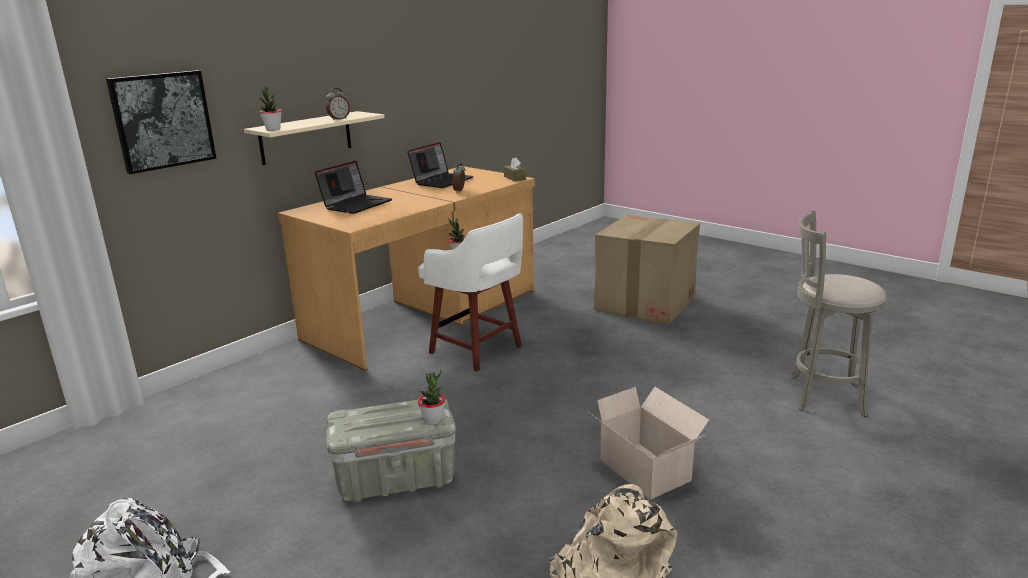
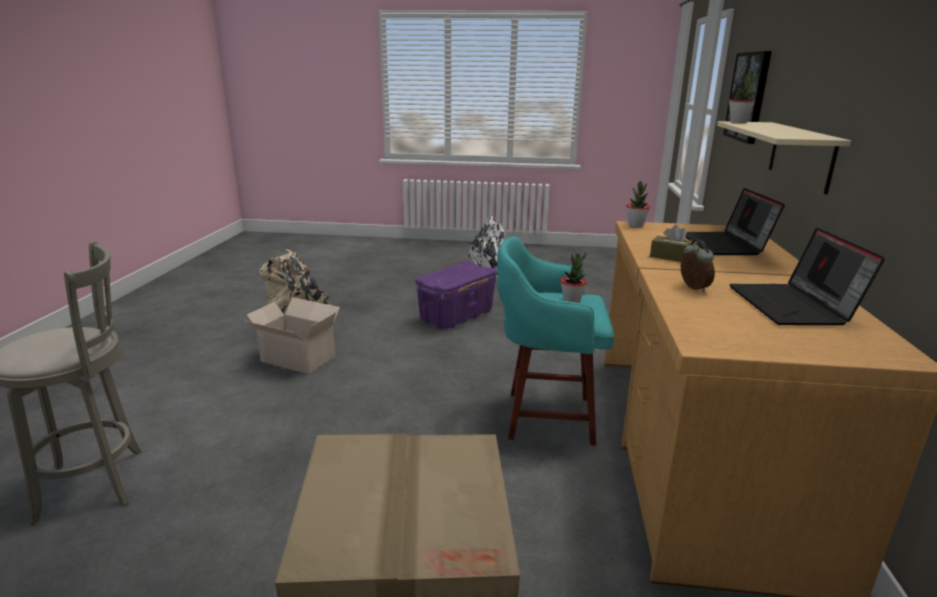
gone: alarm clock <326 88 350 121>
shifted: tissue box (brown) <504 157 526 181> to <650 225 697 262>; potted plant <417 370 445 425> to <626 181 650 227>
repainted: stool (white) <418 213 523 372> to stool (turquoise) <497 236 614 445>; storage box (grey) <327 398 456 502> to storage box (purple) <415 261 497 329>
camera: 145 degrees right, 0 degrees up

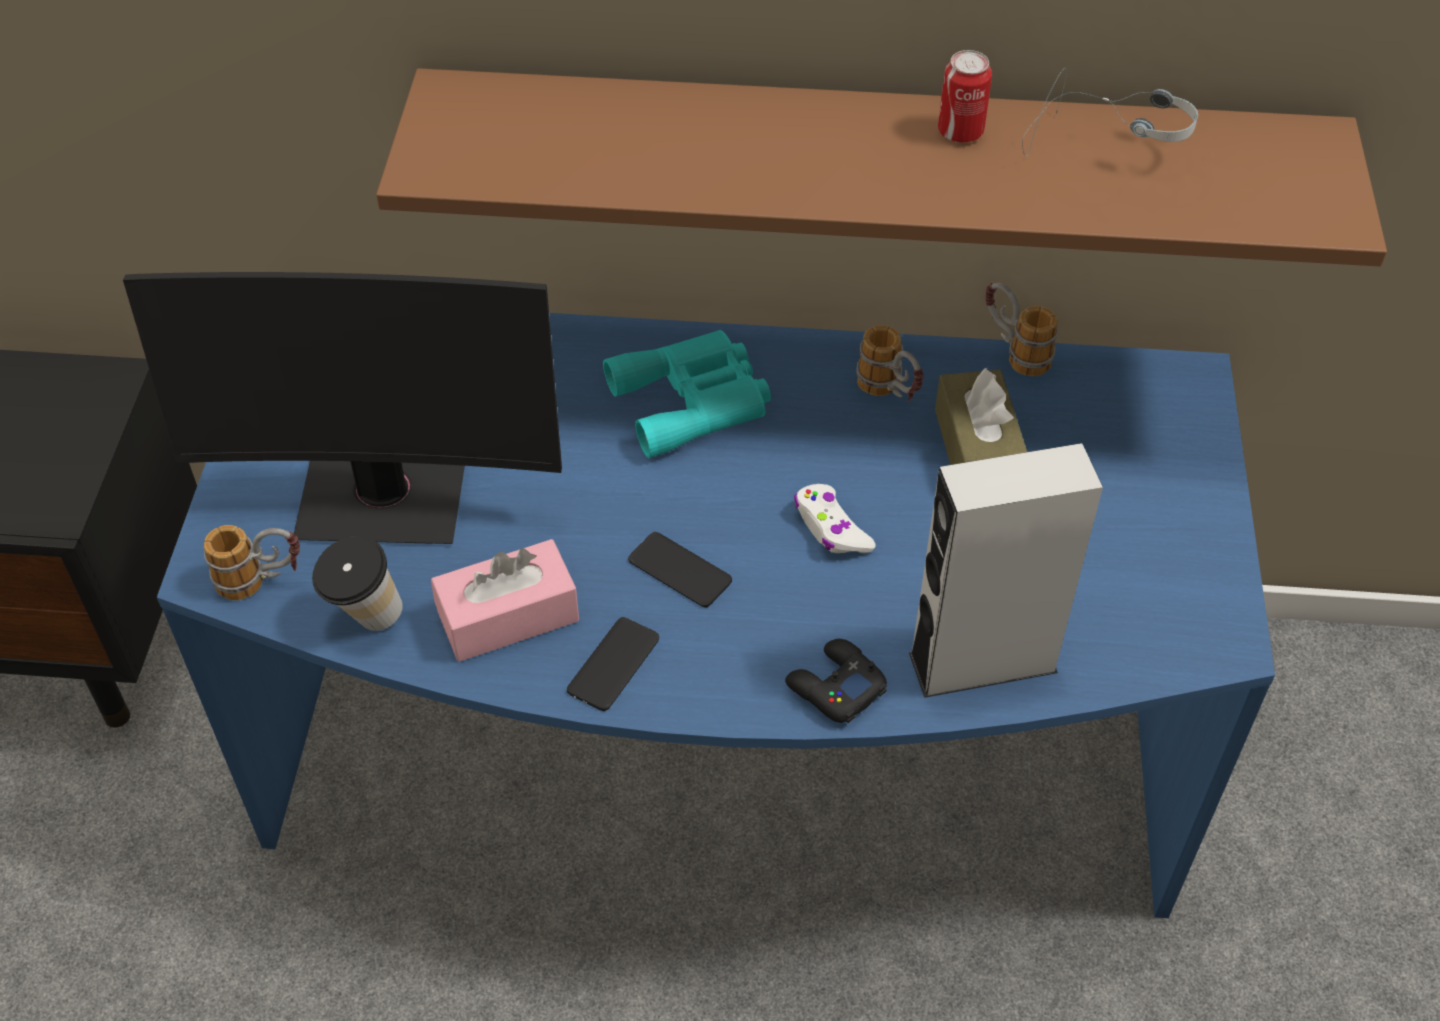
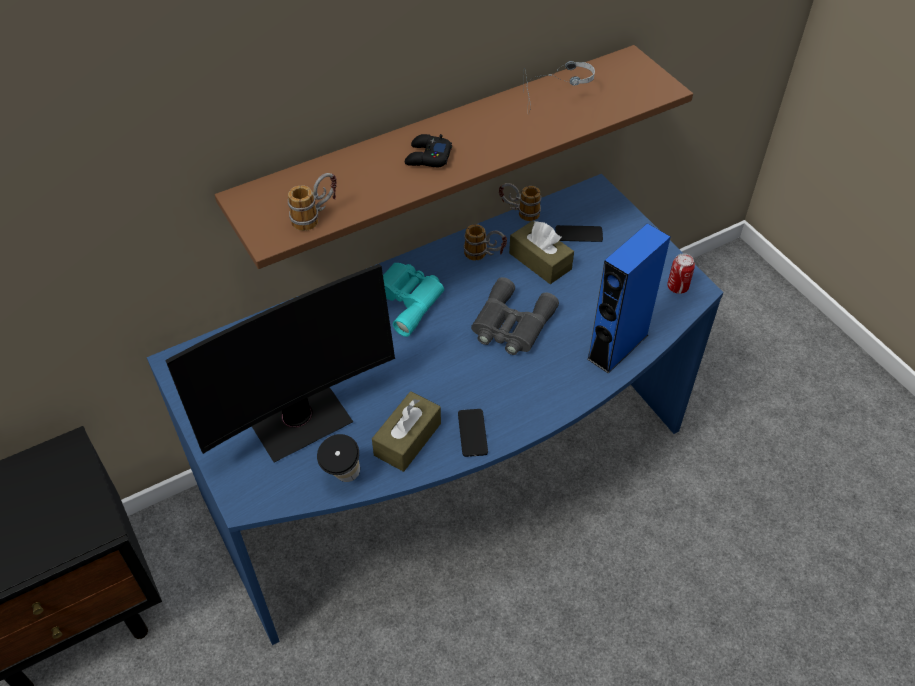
shifted: can <938 50 992 143> to <667 253 695 294>; mug <204 525 300 600> to <288 173 337 231>; phone <628 532 732 607> to <555 225 603 242>; game controller (black) <785 639 887 723> to <405 134 452 167>
swapped: game controller (white) <794 484 876 553> to binoculars (grey) <471 277 559 355>
repainted: speaker (grey) <909 443 1103 698> to speaker (blue) <587 223 670 374>; tissue box (pink) <431 539 579 662> to tissue box (brown) <372 391 441 472>
camera: 35 degrees left, 0 degrees up

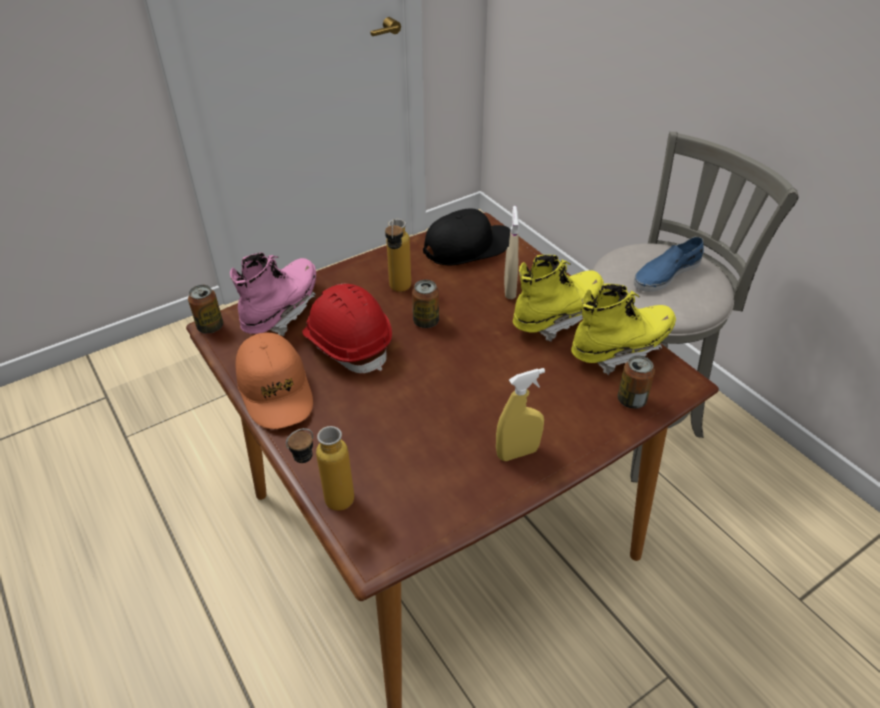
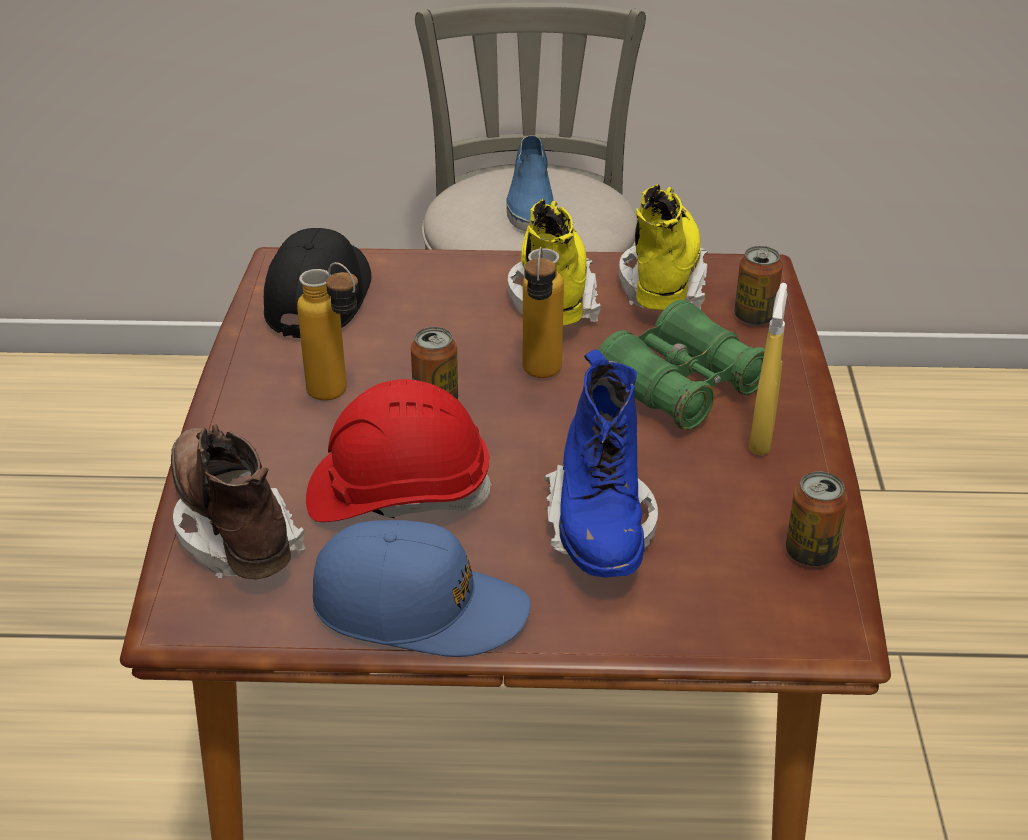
gone: spray bottle (beige) <504 206 519 299>
new: binoculars (green) <599 300 765 430>; boot (blue) <545 349 658 578>
shifted: can <188 285 223 334> to <786 472 848 566>; bottle <286 426 354 511> to <523 247 564 378>
repainted: boot (pink) <230 252 316 336> to boot (brown) <171 425 306 579>; cap (orange) <235 333 313 429> to cap (blue) <313 520 531 657>
camera: 55 degrees left, 5 degrees down

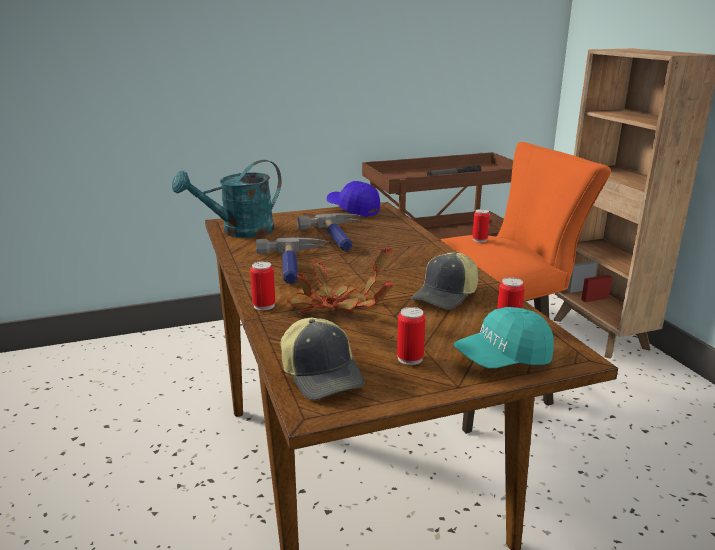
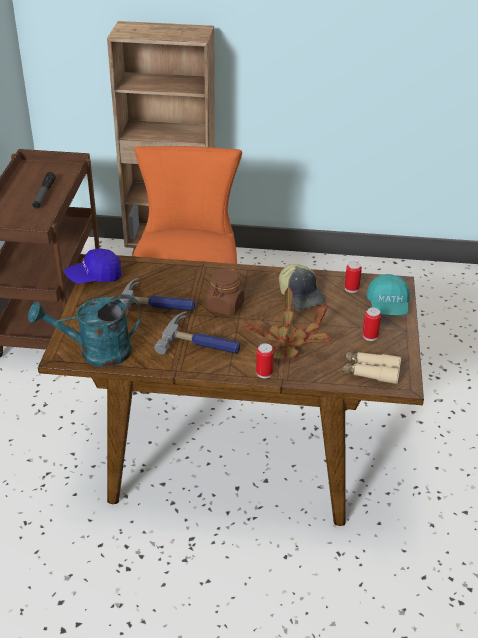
gone: can <472 209 490 242>
new: jar (brown) <206 267 244 316>
swapped: cap <280 318 364 400> to binoculars (beige) <342 351 401 384>
rotated: watering can (turquoise) <172 160 281 238> = <28 294 141 367> 90 degrees clockwise
camera: 65 degrees left, 15 degrees up

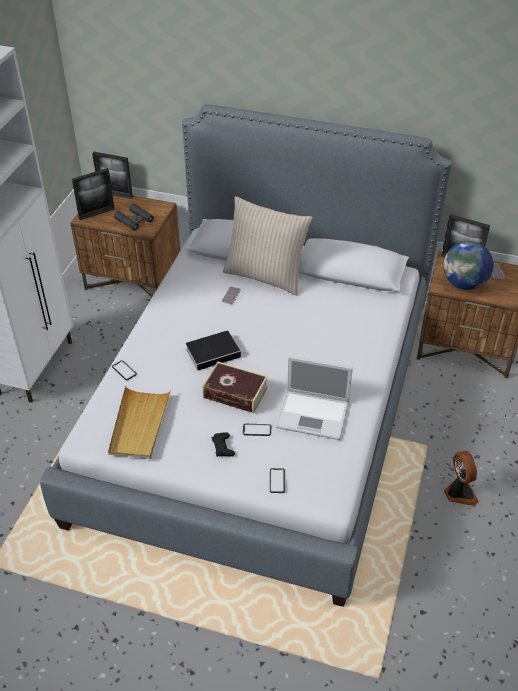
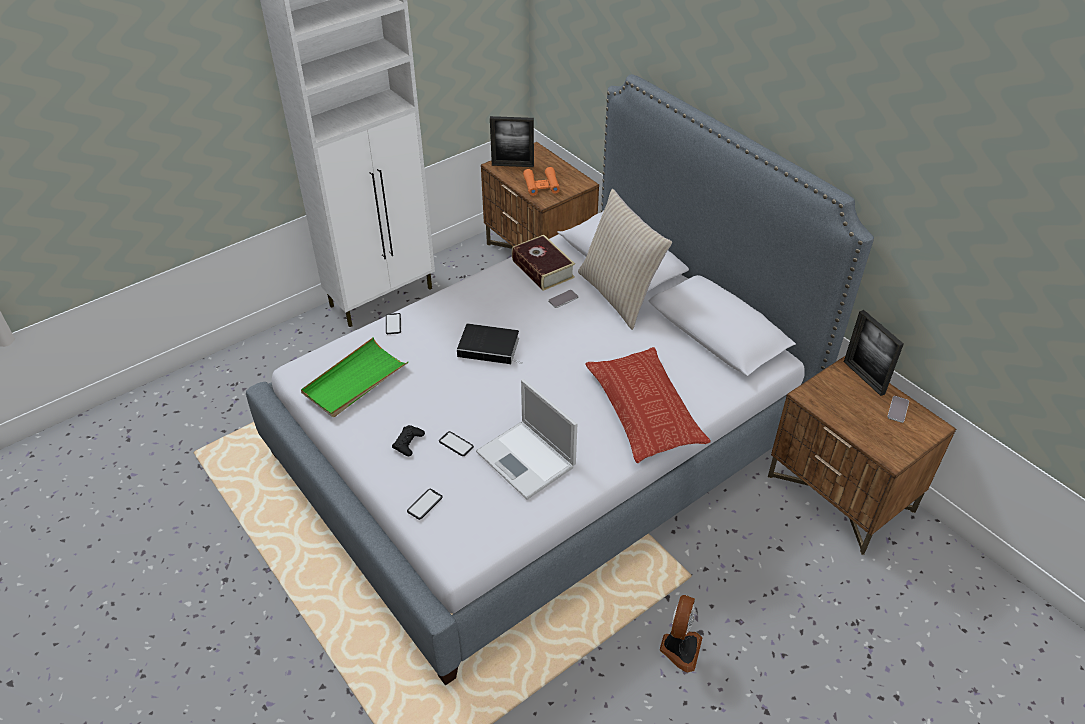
gone: picture frame <92 152 133 199>; globe <443 241 493 290>
new: pillow <585 347 711 463>
shifted: book <202 362 268 413> to <512 235 575 291>
repainted: binoculars (black) <114 203 154 231> to binoculars (orange) <523 167 560 196>; tray (beige) <108 386 171 459> to tray (green) <301 337 408 417>
camera: 35 degrees right, 0 degrees up

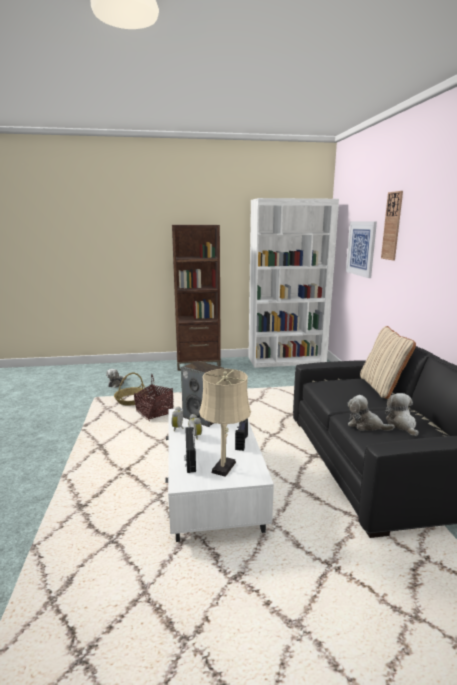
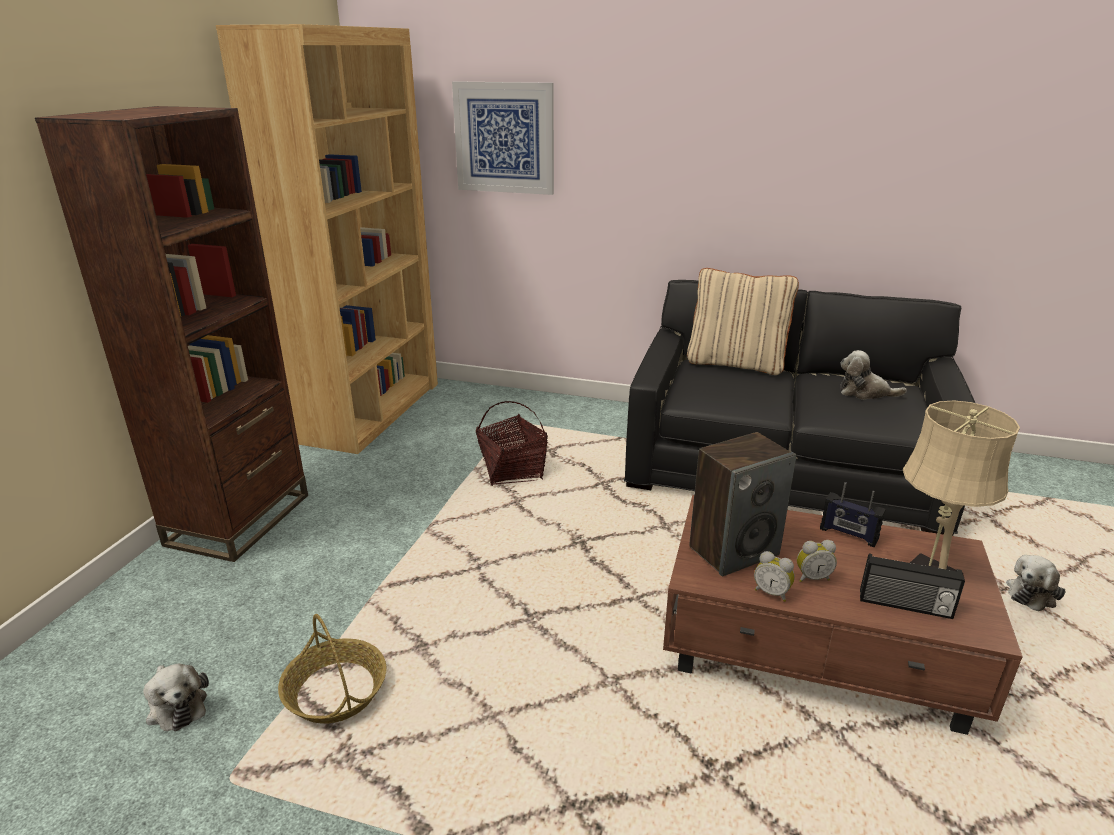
gone: wall clock <381 191 403 261>
shifted: basket <134 374 173 421> to <476 401 548 486>; plush toy <348 395 395 431> to <1006 555 1066 611>
repainted: bookcase (white) <248 198 339 368> to bookcase (brown) <216 24 438 454>; coffee table (white) <165 408 274 542> to coffee table (brown) <663 495 1023 735>
camera: 65 degrees left, 10 degrees up

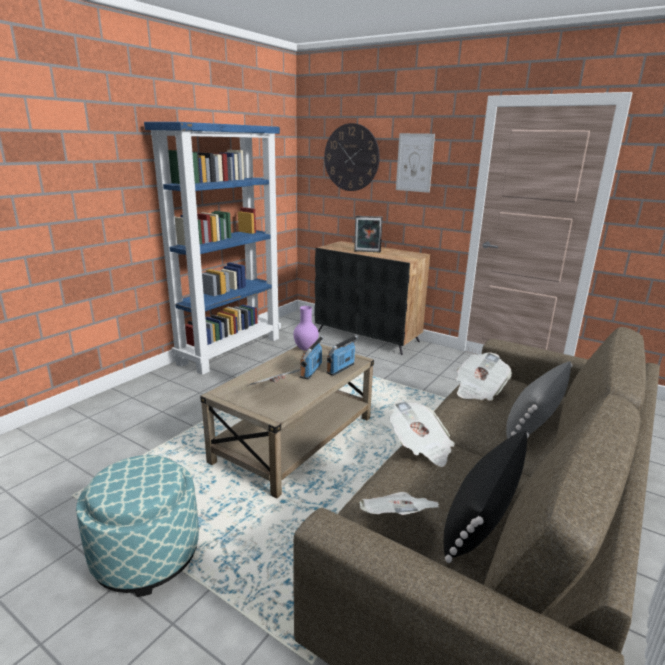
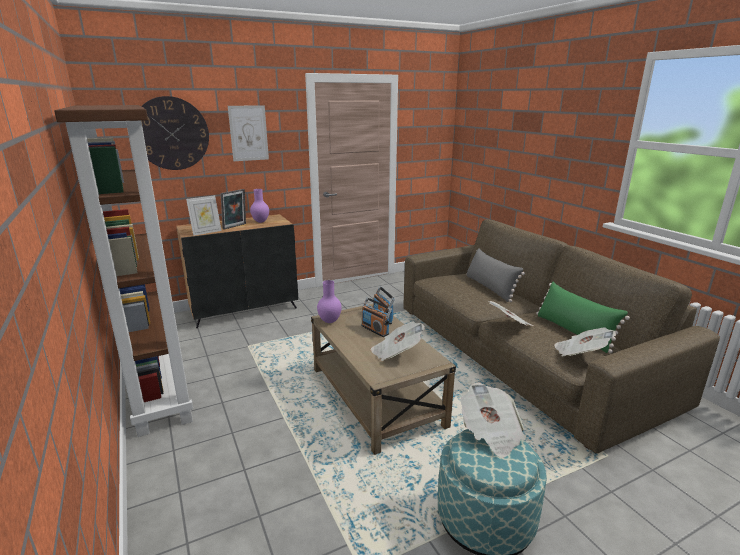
new: vase (purple) <250 189 269 223>; picture frame <186 195 221 236>
shifted: newspaper <456 352 512 401> to <460 383 526 458>
repainted: bookcase (blue) <144 122 281 375> to bookcase (brown) <54 105 193 437>; pillow (black) <444 430 529 563> to pillow (green) <536 282 630 353>
camera: 60 degrees left, 0 degrees up

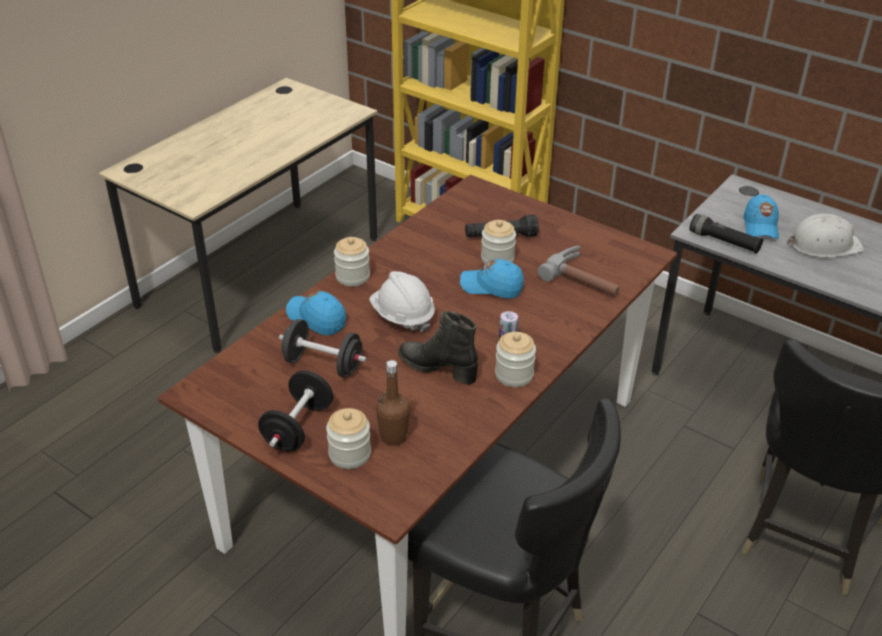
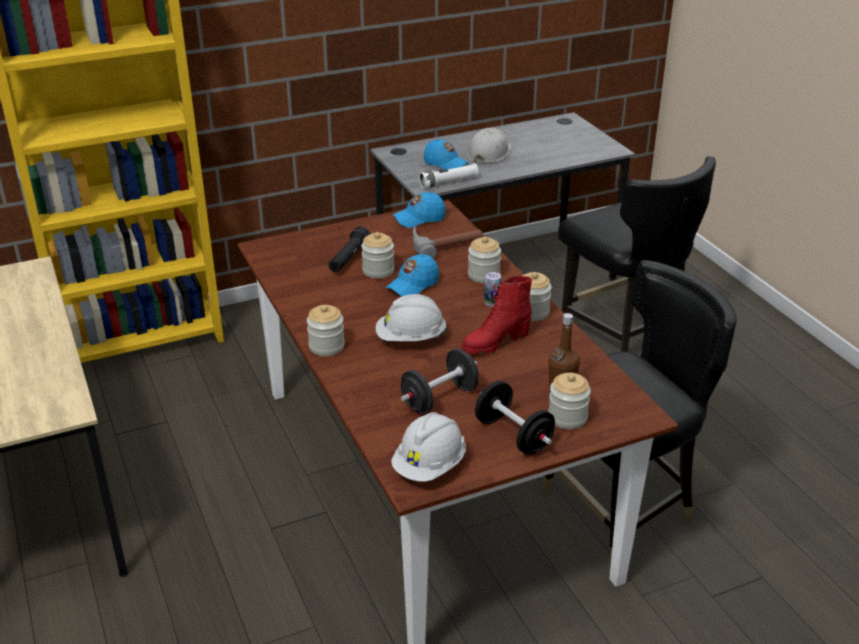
new: jar <468 237 501 283>; hard hat (white) <391 412 466 482>
shifted: cap (blue) <286 291 346 335> to <392 192 446 228>
repainted: flashlight (black) <689 214 764 254> to flashlight (white) <419 163 479 188>; boot (black) <398 311 478 385> to boot (red) <461 276 532 355>
camera: 60 degrees left, 5 degrees down

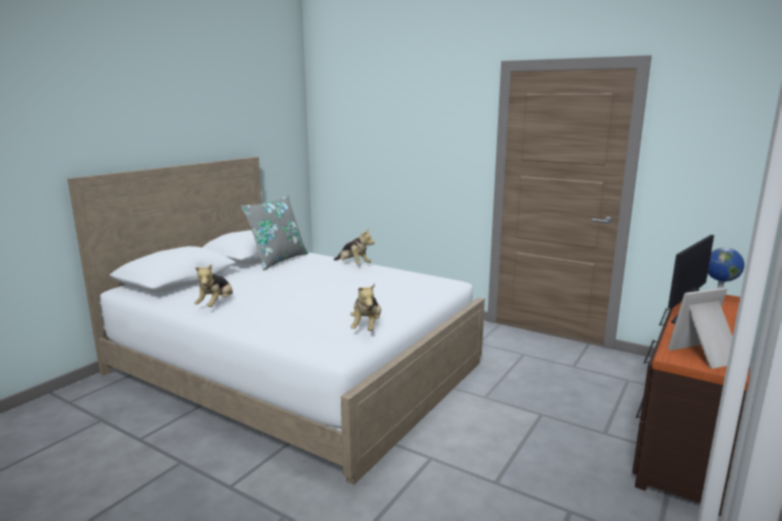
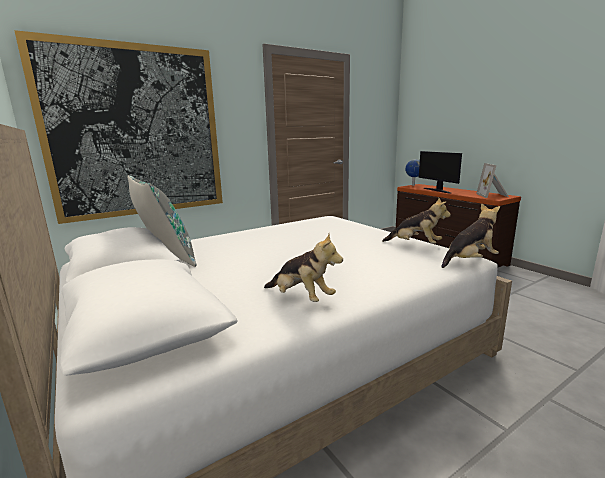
new: picture <14 30 223 224>
shifted: plush toy <334 230 375 265> to <442 203 500 268>
camera: 65 degrees left, 0 degrees up

